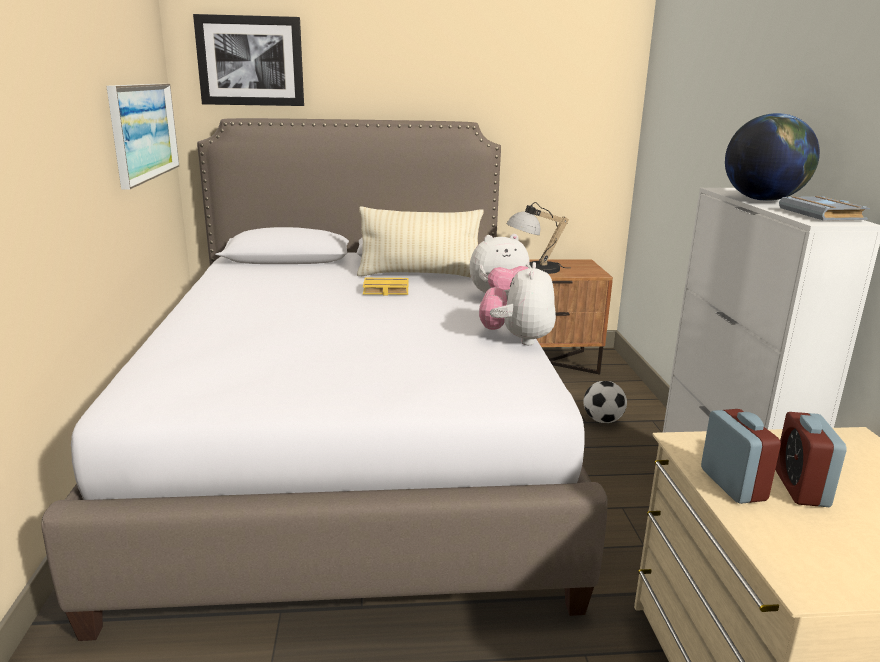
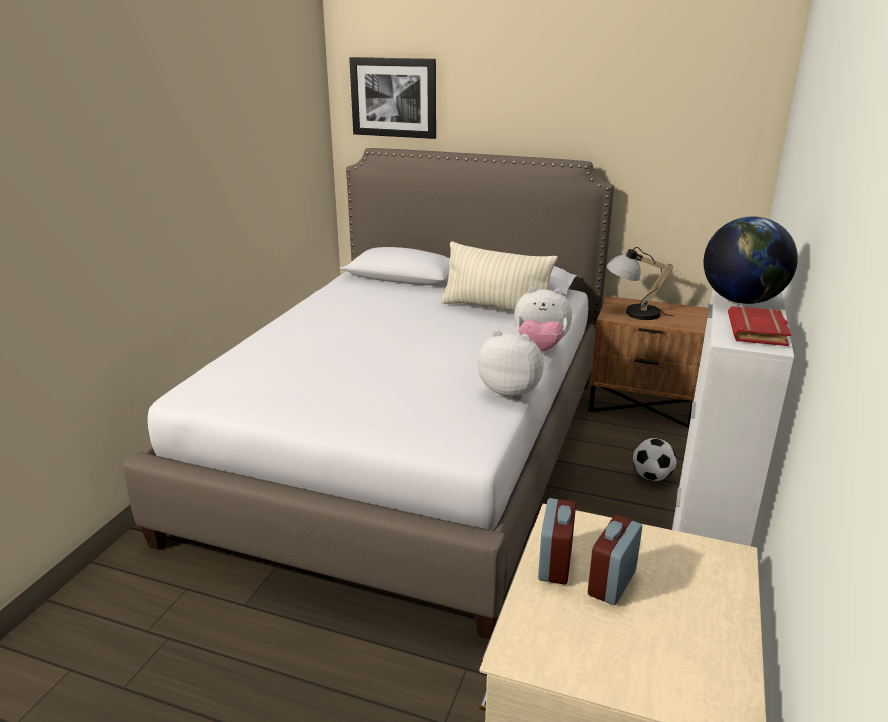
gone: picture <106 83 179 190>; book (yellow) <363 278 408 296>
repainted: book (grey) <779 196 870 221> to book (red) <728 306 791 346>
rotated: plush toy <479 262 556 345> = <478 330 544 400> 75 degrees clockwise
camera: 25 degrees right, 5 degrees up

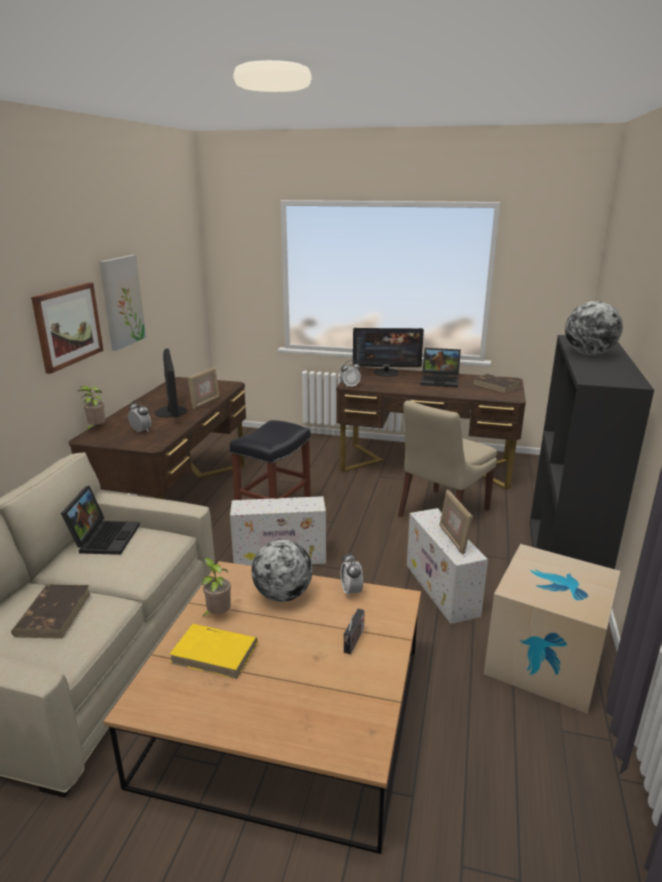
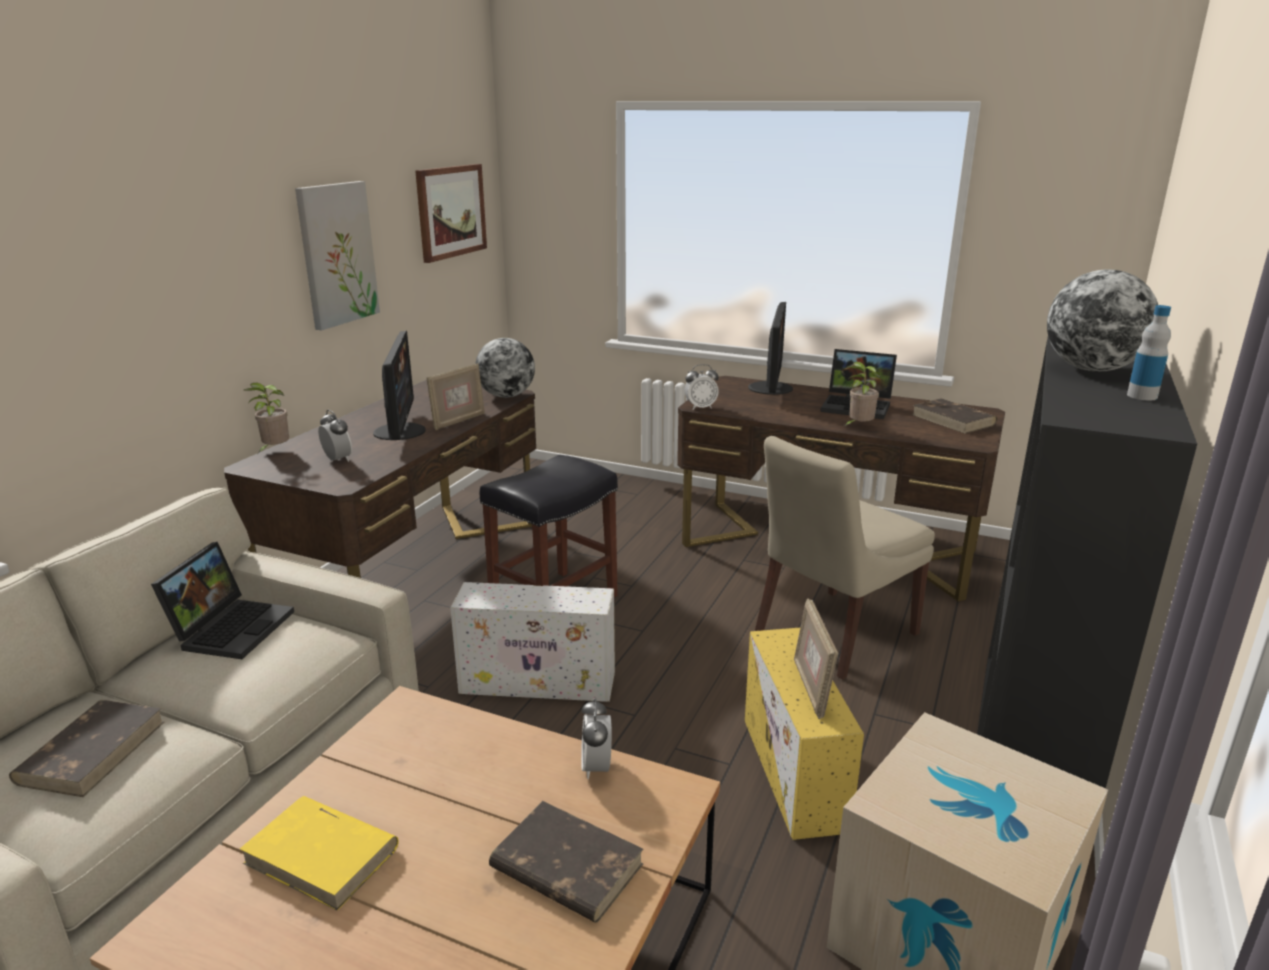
new: bottle <1127 305 1171 400>
shifted: picture <31 282 104 374> to <415 164 487 263>; globe <252 540 312 602> to <475 338 535 398>; potted plant <198 558 231 617> to <843 362 881 427>
swapped: radio <344 609 365 654> to book (brown) <489 801 644 923>
repainted: storage box (white) <407 508 488 624> to storage box (yellow) <745 628 864 840>
rotated: monitor <353 328 424 377> = <748 302 793 395> 90 degrees counterclockwise
camera: 10 degrees right, 0 degrees up

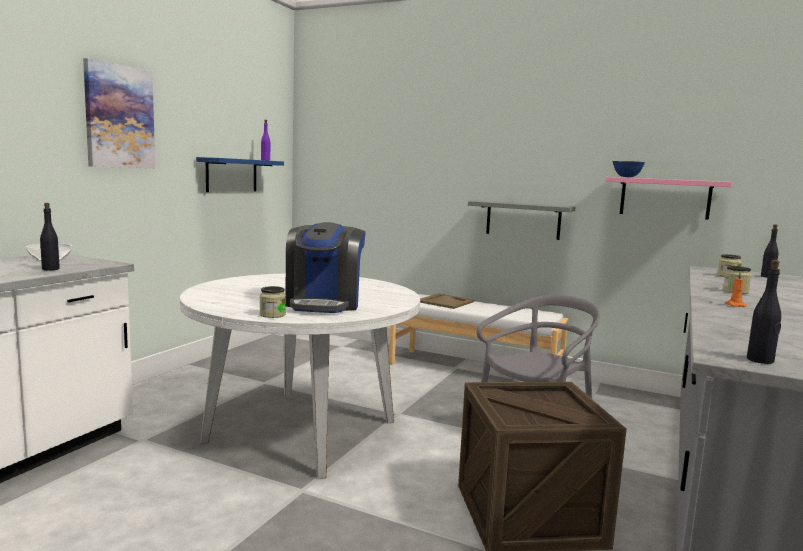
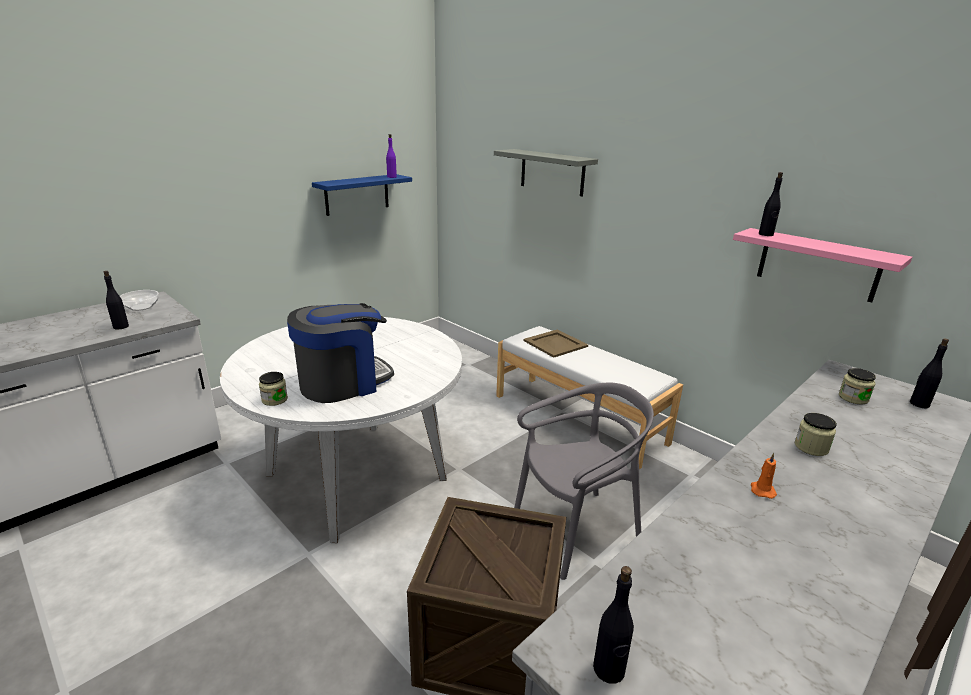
gone: picture <83 58 155 168>
shifted: shelf (grey) <468 200 576 240> to <494 149 598 196>
swapped: bowl (blue) <612 161 645 177> to bottle (black) <759 172 783 236>
rotated: coffee machine <286 222 366 313> = <287 303 394 403> 150 degrees counterclockwise
camera: 20 degrees right, 15 degrees up

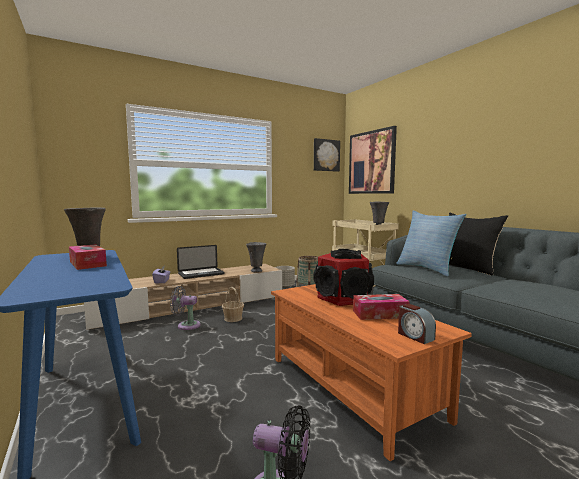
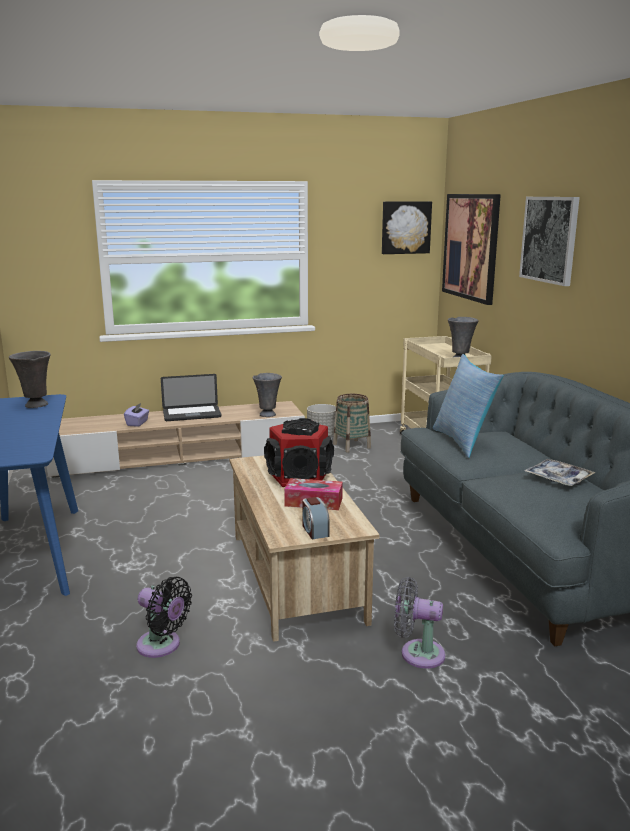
gone: pillow (black) <449 213 508 275>; tissue box <69 244 107 270>; basket <222 287 244 322>
new: picture <519 197 580 286>; tray <524 459 596 486>
shifted: fan (grey) <170 286 200 330> to <394 577 446 669>
repainted: coffee table (orange) <271 284 472 461> to coffee table (beige) <229 456 380 642>
camera: 15 degrees right, 10 degrees up

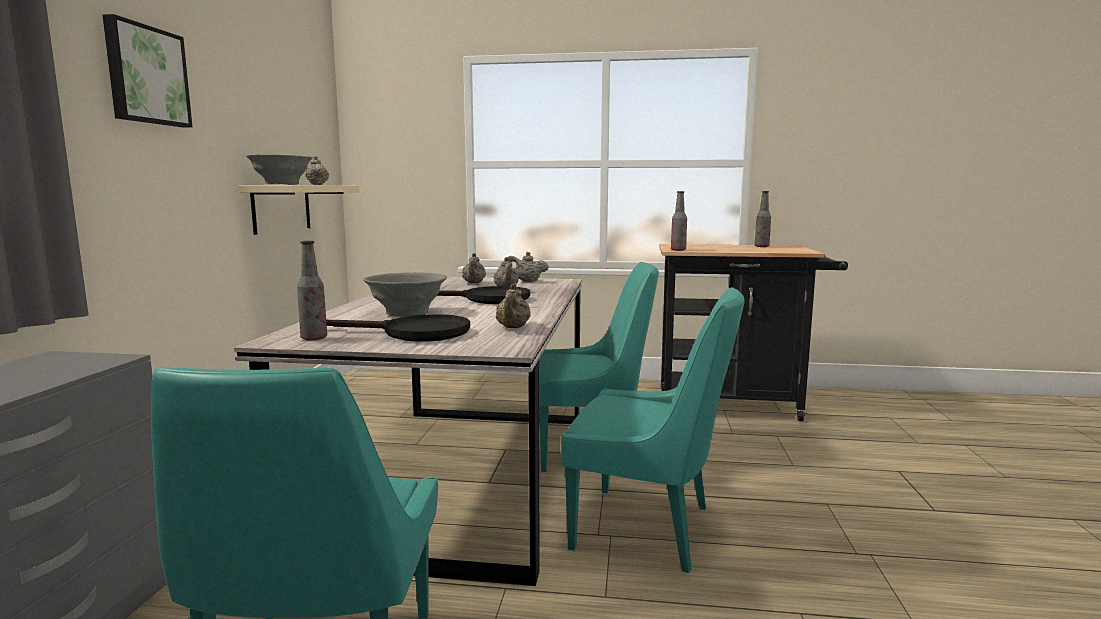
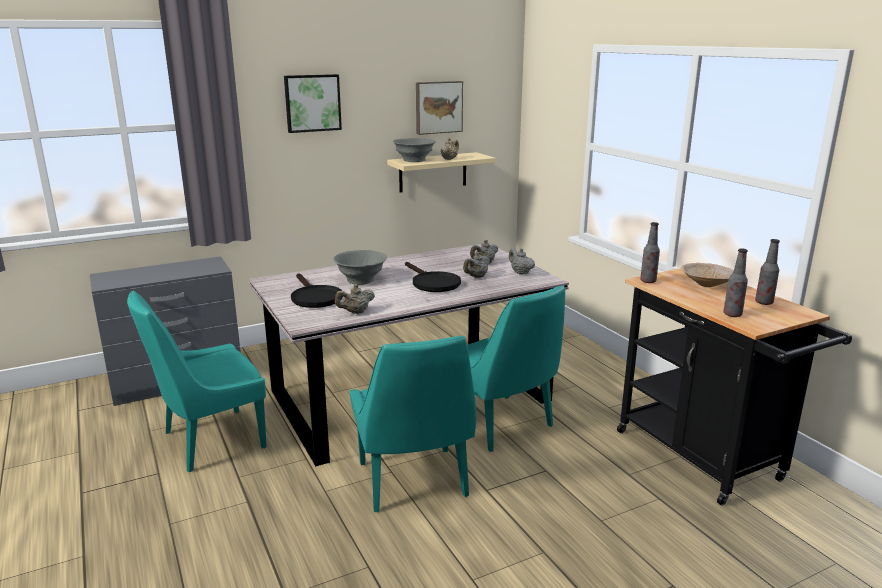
new: picture <416 81 463 135>; bowl (beige) <682 263 734 287>
shifted: bottle <297 241 327 341> to <723 249 748 317>
camera: 55 degrees right, 10 degrees up

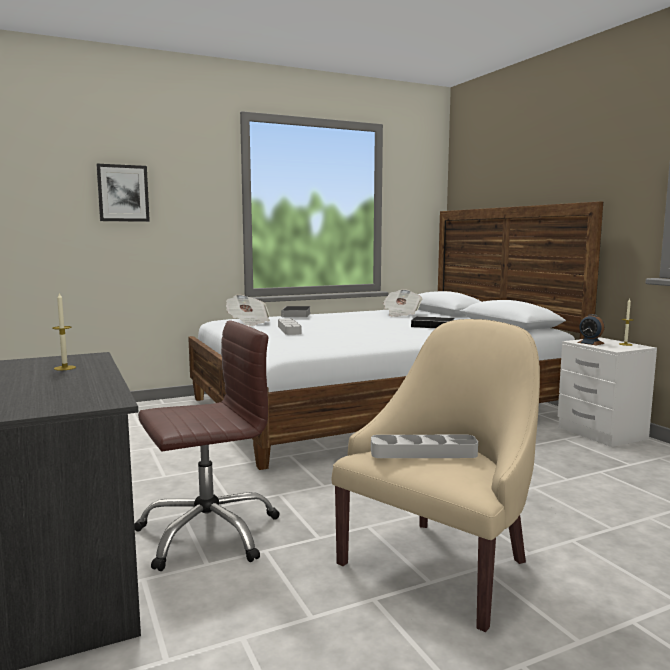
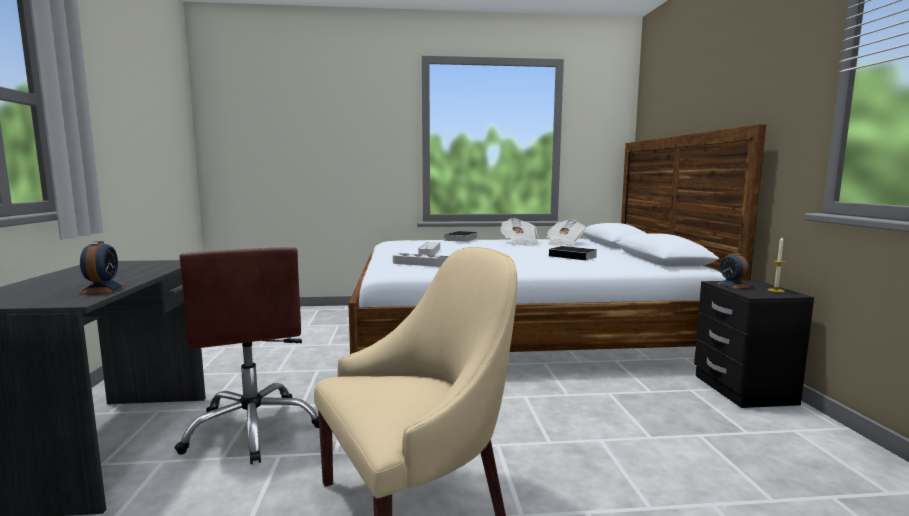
gone: picture <96 164 150 222>; candle <52 293 76 371>
new: alarm clock <79 241 125 294>
shifted: newspaper <226 295 270 326> to <500 218 538 246>; tray (grey) <371 435 478 458> to <393 253 449 267>
repainted: nightstand (white) <558 337 657 447> to nightstand (black) <694 280 814 408>
rotated: office chair (brown) <134 321 280 571> = <175 247 319 464> 75 degrees clockwise
camera: 20 degrees right, 0 degrees up

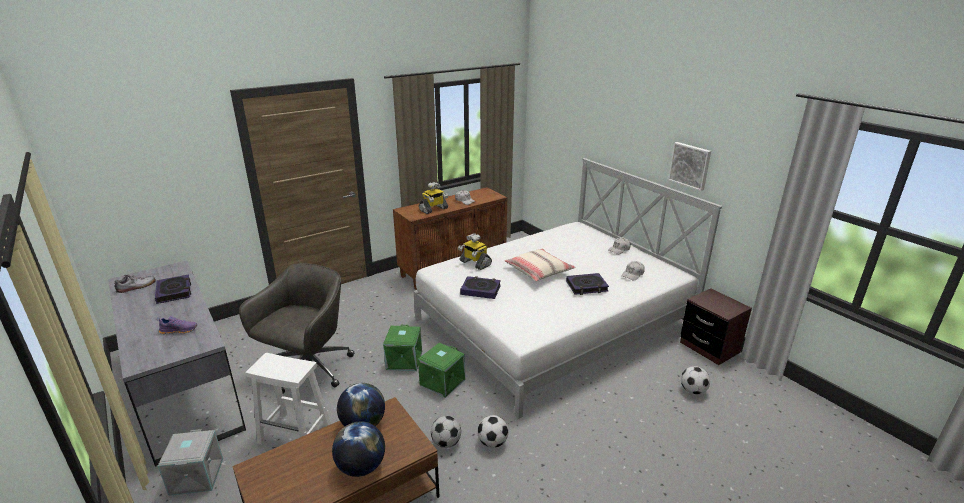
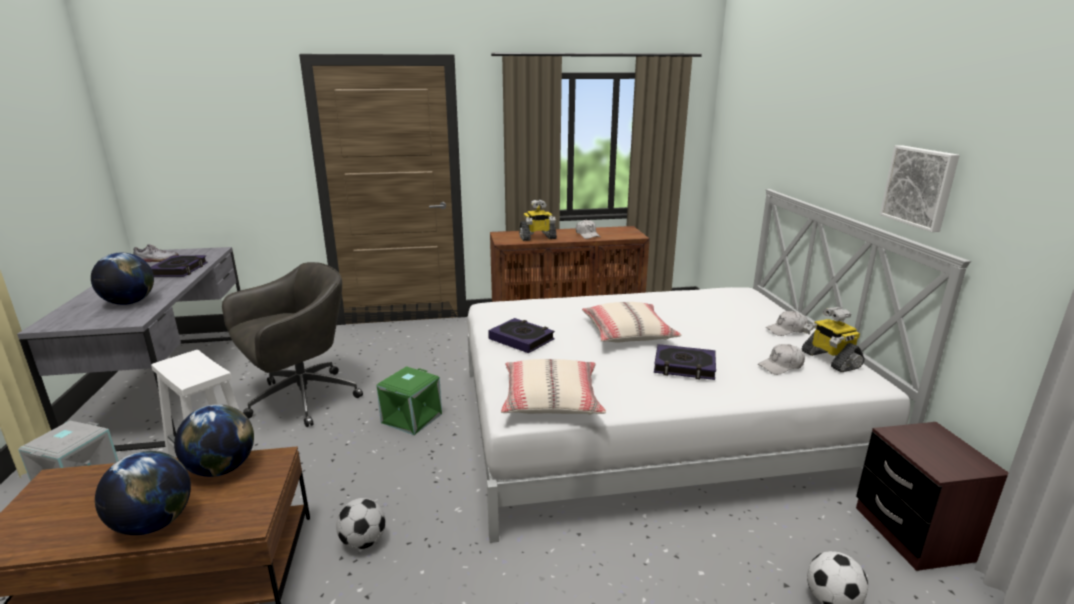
gone: storage box (green) <418 342 465 398>; football <477 415 508 448>
new: pillow (beige) <501 359 606 415>
shifted: toy robot <458 233 492 270> to <801 307 865 372>
swapped: shoe (purple) <156 316 197 334> to globe <91 253 154 305>
camera: 25 degrees right, 5 degrees down

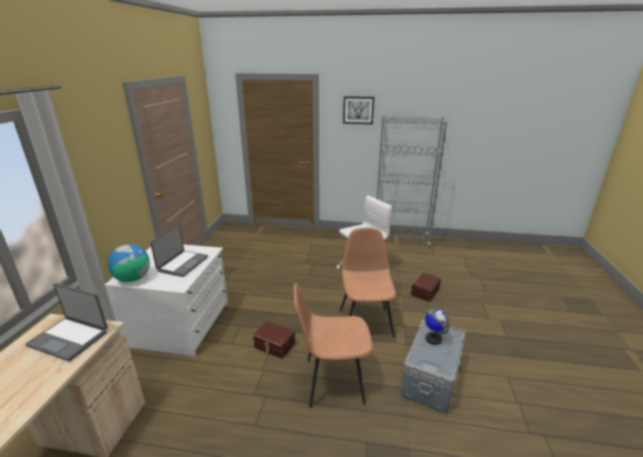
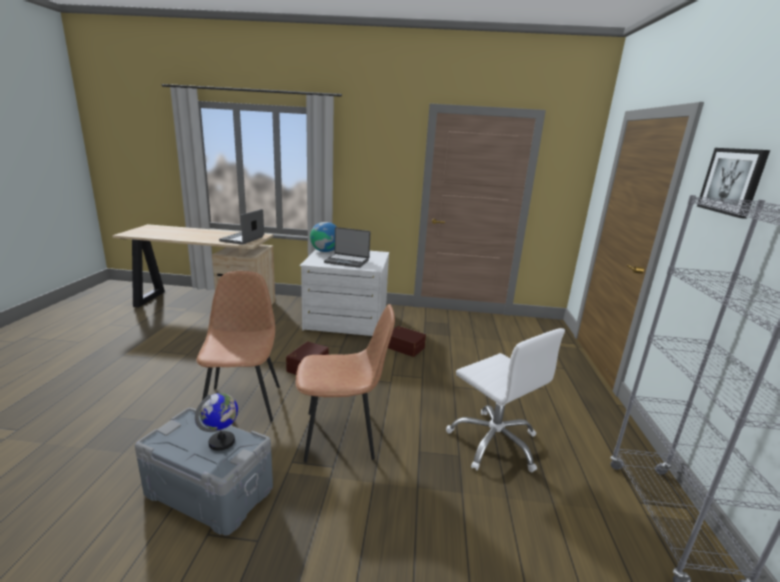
shifted: storage box (brown) <411 272 441 302> to <388 326 426 357>
camera: 85 degrees right, 5 degrees down

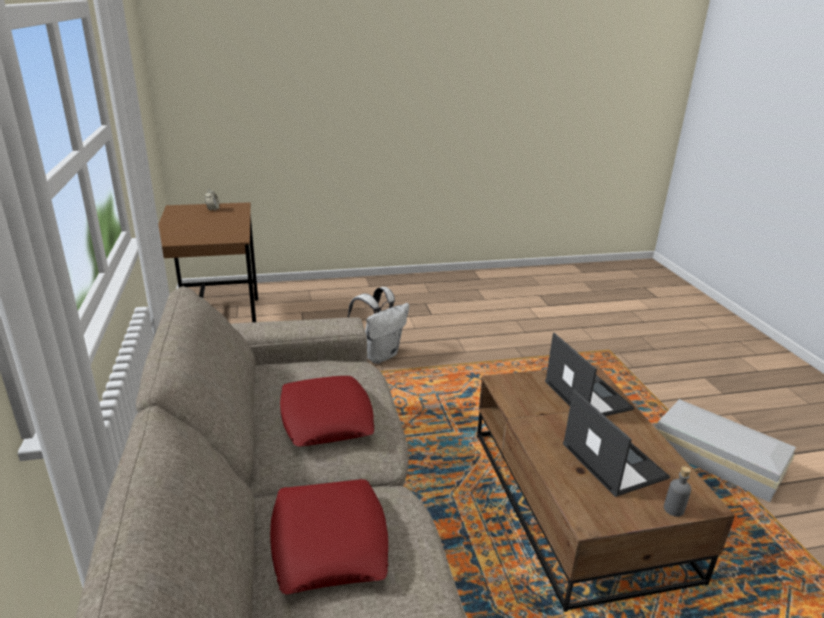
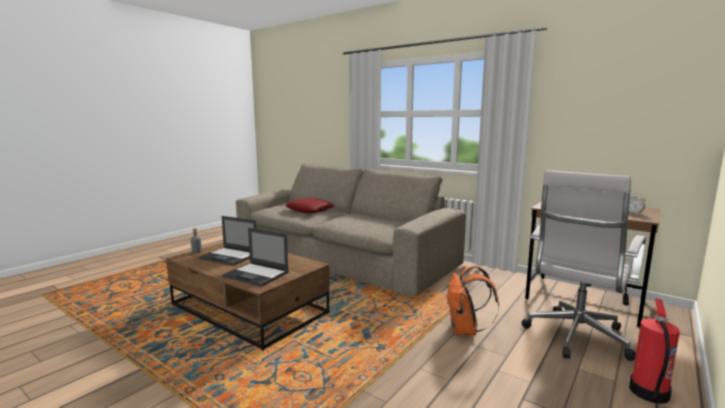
gone: pillow (red) <280 376 374 446>; storage box (white) <656 399 796 502>
new: office chair (white) <522 170 647 361>; fire extinguisher <629 298 680 404>
repainted: backpack (white) <347 287 409 364> to backpack (orange) <447 266 499 335>
camera: 140 degrees right, 15 degrees down

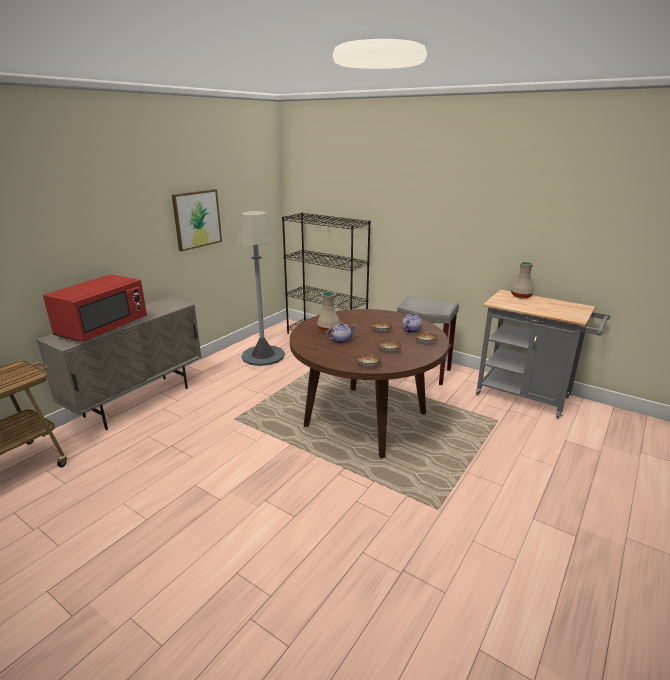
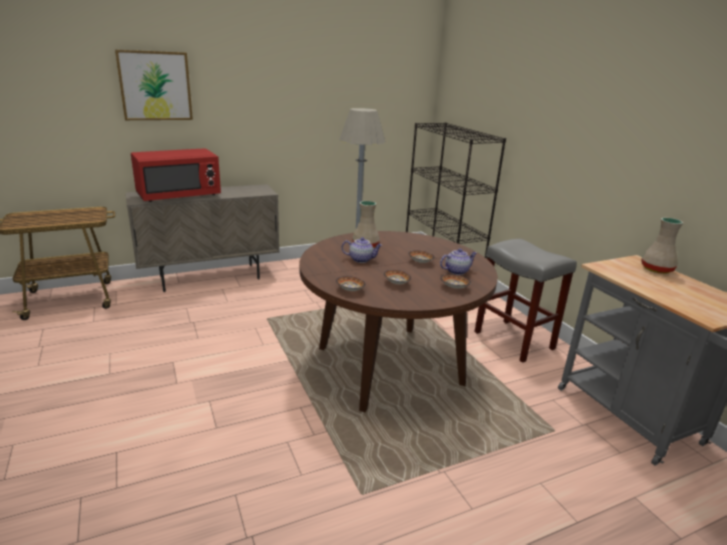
shifted: picture <172 189 222 251> to <115 50 193 120>
camera: 30 degrees right, 0 degrees up

